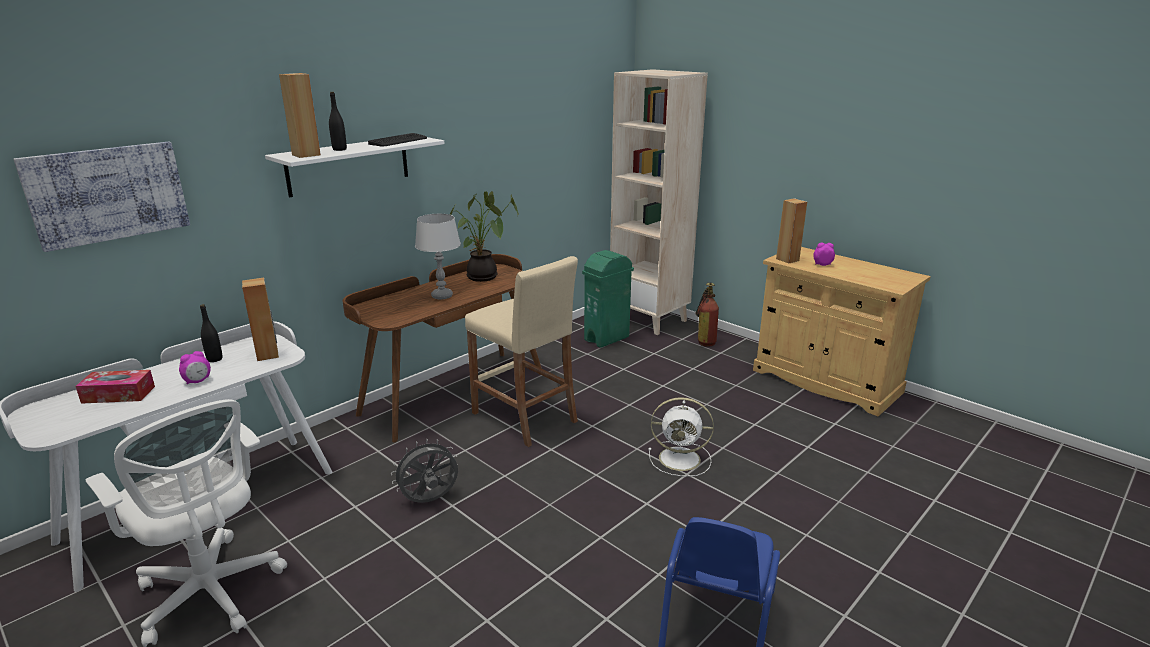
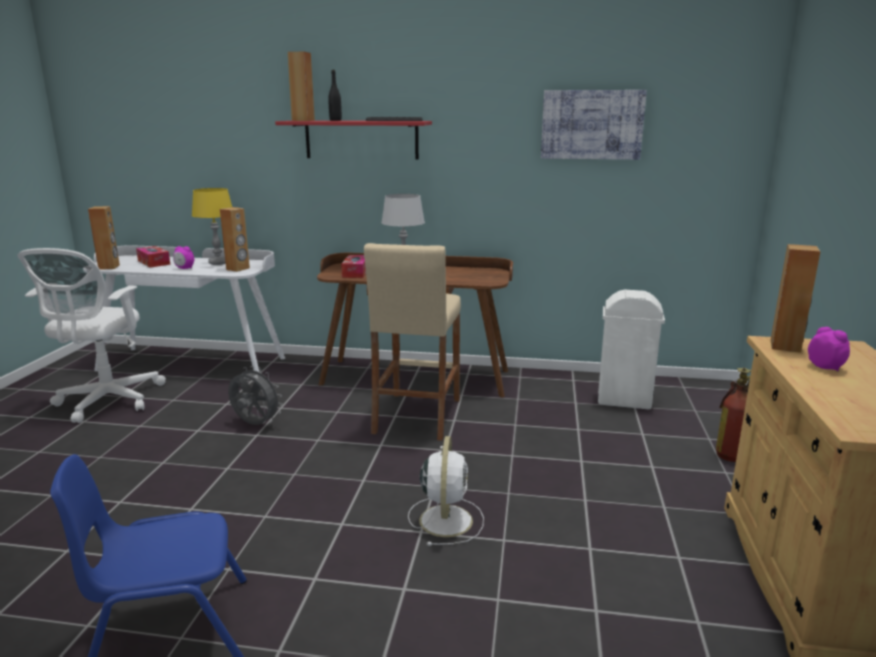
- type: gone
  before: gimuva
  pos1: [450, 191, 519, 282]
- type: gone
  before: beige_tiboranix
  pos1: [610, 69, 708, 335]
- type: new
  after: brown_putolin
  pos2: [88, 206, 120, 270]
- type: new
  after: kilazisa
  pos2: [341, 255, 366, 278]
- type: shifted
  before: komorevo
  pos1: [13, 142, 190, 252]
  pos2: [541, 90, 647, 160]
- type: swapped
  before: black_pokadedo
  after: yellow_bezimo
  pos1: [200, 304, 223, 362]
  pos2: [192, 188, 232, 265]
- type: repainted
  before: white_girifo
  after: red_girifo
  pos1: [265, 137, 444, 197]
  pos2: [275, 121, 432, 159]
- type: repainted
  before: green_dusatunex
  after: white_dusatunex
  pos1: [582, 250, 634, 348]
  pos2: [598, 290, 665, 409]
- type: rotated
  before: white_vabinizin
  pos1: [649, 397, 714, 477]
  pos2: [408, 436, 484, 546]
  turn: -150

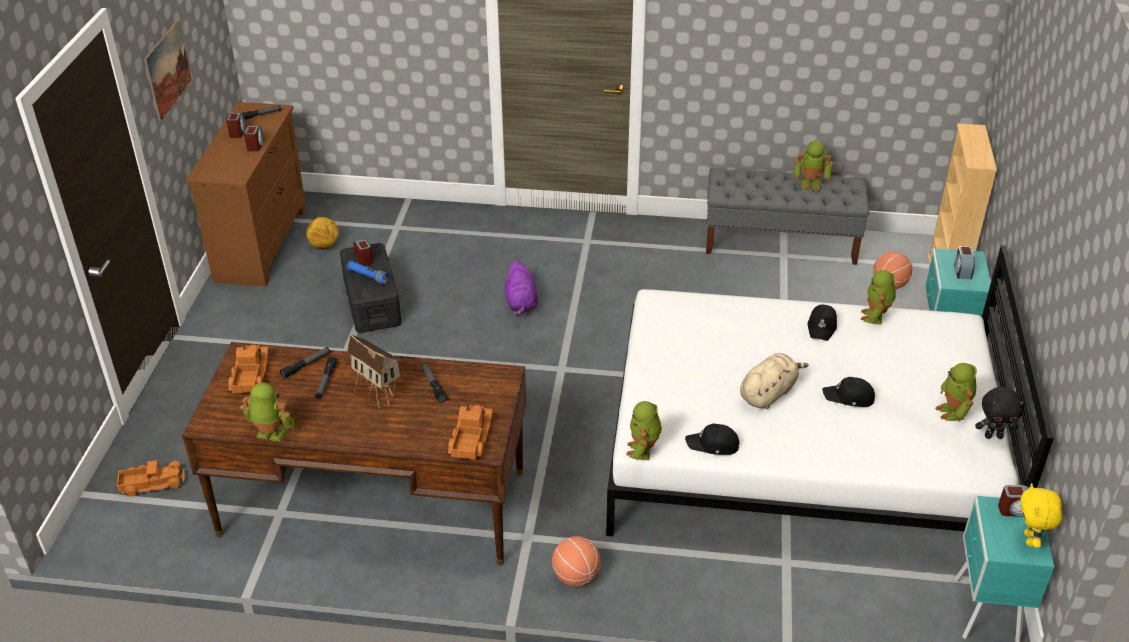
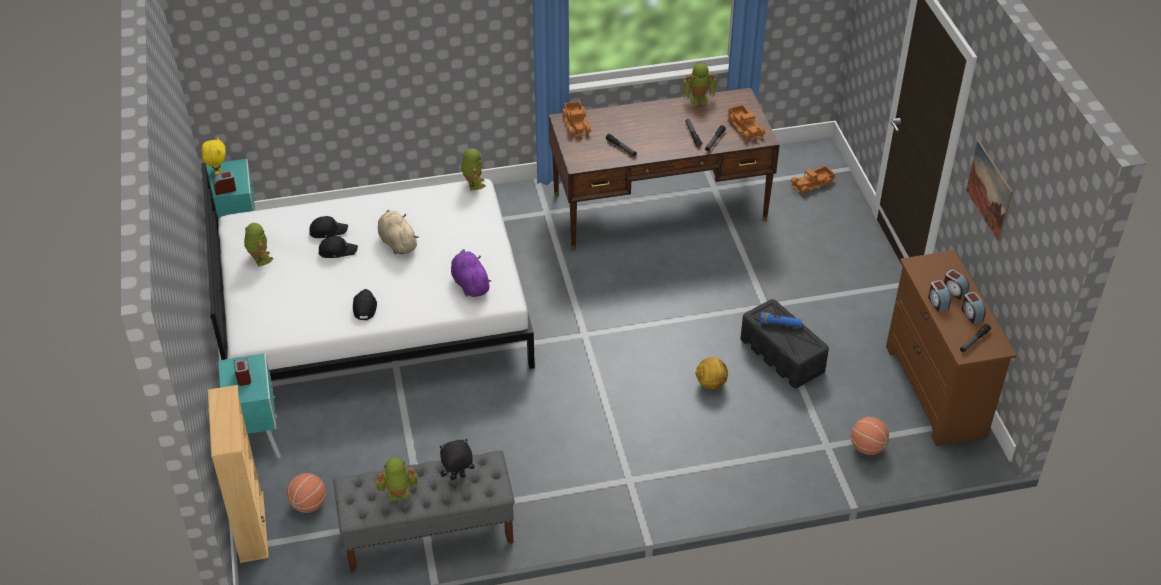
- type: gone
  before: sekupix
  pos1: [347, 334, 400, 408]
- type: gone
  before: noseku
  pos1: [861, 270, 896, 325]
- type: shifted
  before: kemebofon
  pos1: [306, 217, 339, 250]
  pos2: [695, 357, 728, 389]
- type: shifted
  before: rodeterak
  pos1: [353, 239, 373, 266]
  pos2: [944, 270, 969, 300]
- type: shifted
  before: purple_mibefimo
  pos1: [505, 260, 538, 317]
  pos2: [451, 249, 491, 297]
- type: shifted
  before: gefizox
  pos1: [552, 536, 601, 587]
  pos2: [851, 417, 889, 455]
- type: shifted
  before: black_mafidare
  pos1: [685, 424, 740, 455]
  pos2: [309, 216, 348, 238]
- type: shifted
  before: black_mibefimo
  pos1: [975, 387, 1025, 439]
  pos2: [440, 439, 475, 480]
- type: rotated
  before: beige_mibefimo
  pos1: [740, 353, 809, 409]
  pos2: [378, 210, 419, 254]
  turn: 120

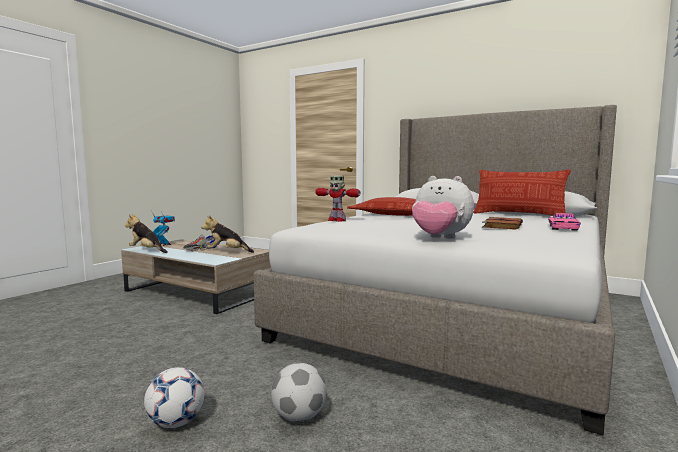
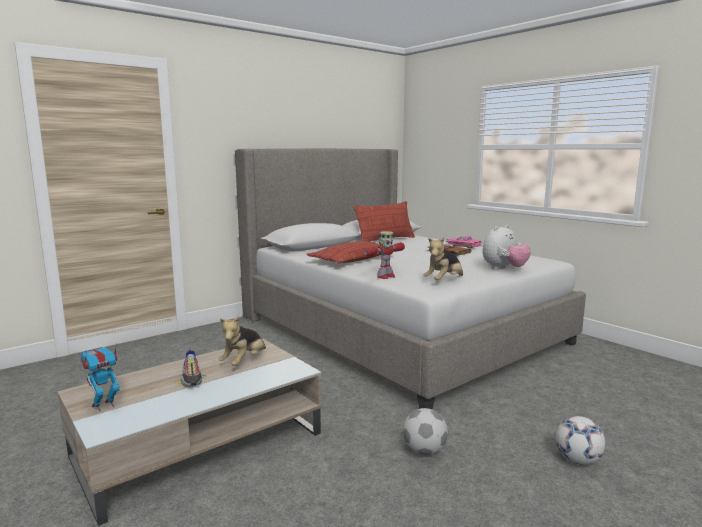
- type: shifted
  before: mibefimo
  pos1: [125, 214, 168, 253]
  pos2: [423, 237, 463, 280]
- type: shifted
  before: kemebofon
  pos1: [271, 363, 327, 422]
  pos2: [403, 408, 448, 455]

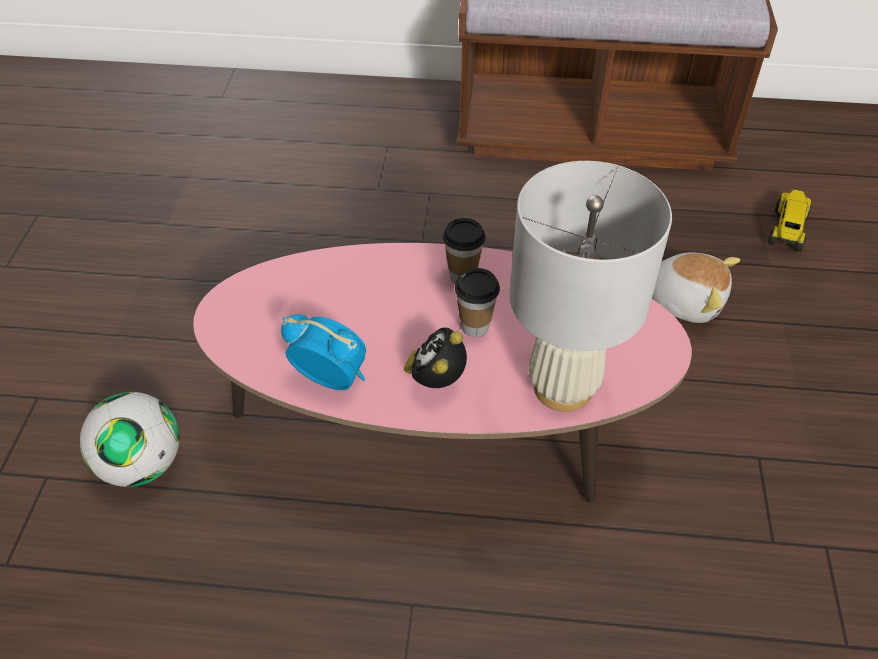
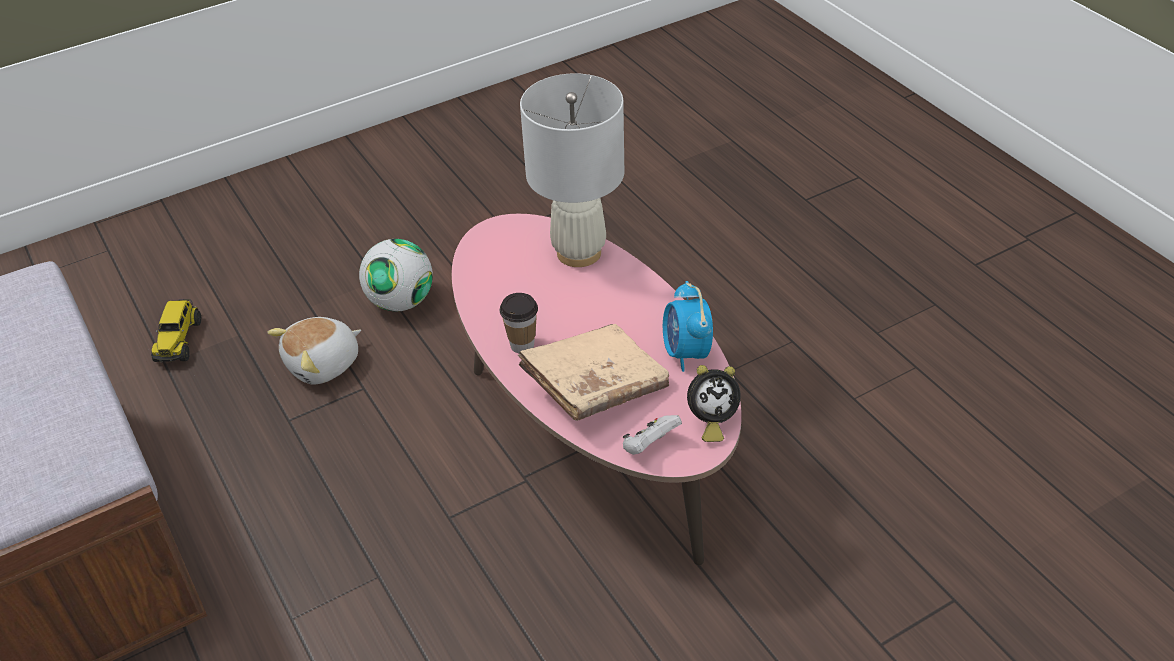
- type: gone
  before: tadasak
  pos1: [455, 268, 500, 337]
- type: new
  after: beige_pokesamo
  pos2: [518, 324, 669, 421]
- type: new
  after: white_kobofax
  pos2: [623, 415, 682, 455]
- type: shifted
  before: kemebofon
  pos1: [80, 392, 180, 487]
  pos2: [359, 239, 433, 311]
- type: shifted
  before: rodeterak
  pos1: [404, 328, 467, 388]
  pos2: [687, 365, 741, 442]
- type: rotated
  before: mibefimo
  pos1: [652, 252, 740, 323]
  pos2: [267, 317, 361, 385]
  turn: -120
- type: rotated
  before: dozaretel
  pos1: [768, 190, 812, 251]
  pos2: [151, 299, 201, 363]
  turn: -75

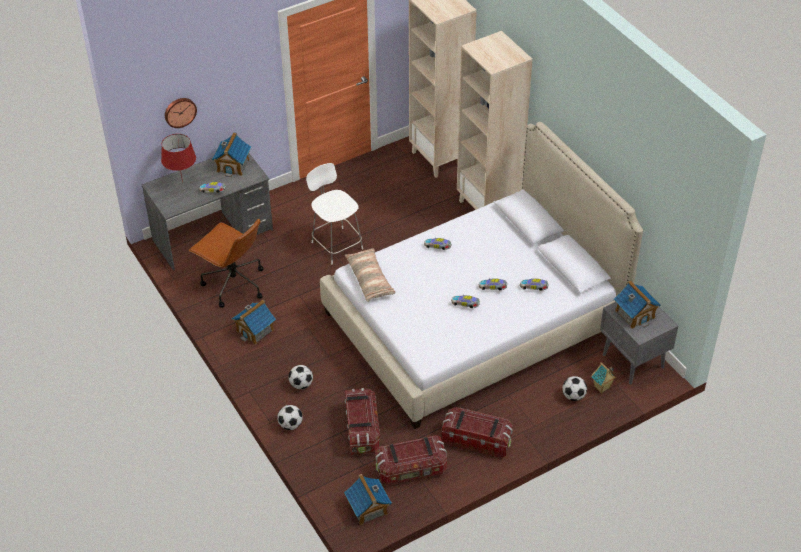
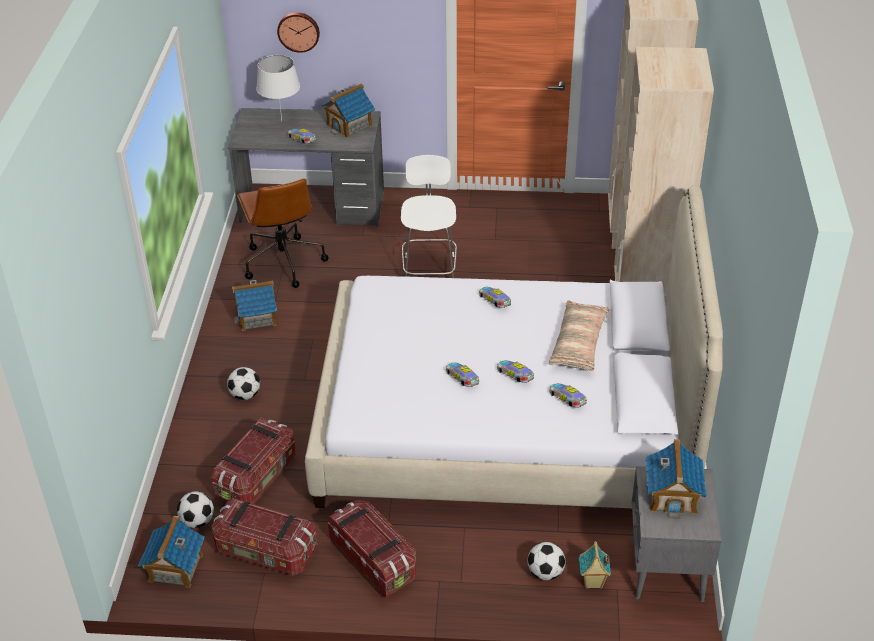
- type: shifted
  before: kemebofon
  pos1: [277, 405, 303, 430]
  pos2: [177, 491, 214, 528]
- type: shifted
  before: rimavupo
  pos1: [345, 248, 395, 302]
  pos2: [549, 300, 610, 371]
- type: repainted
  before: red_bezimo
  after: white_bezimo
  pos1: [161, 134, 196, 183]
  pos2: [256, 55, 300, 120]

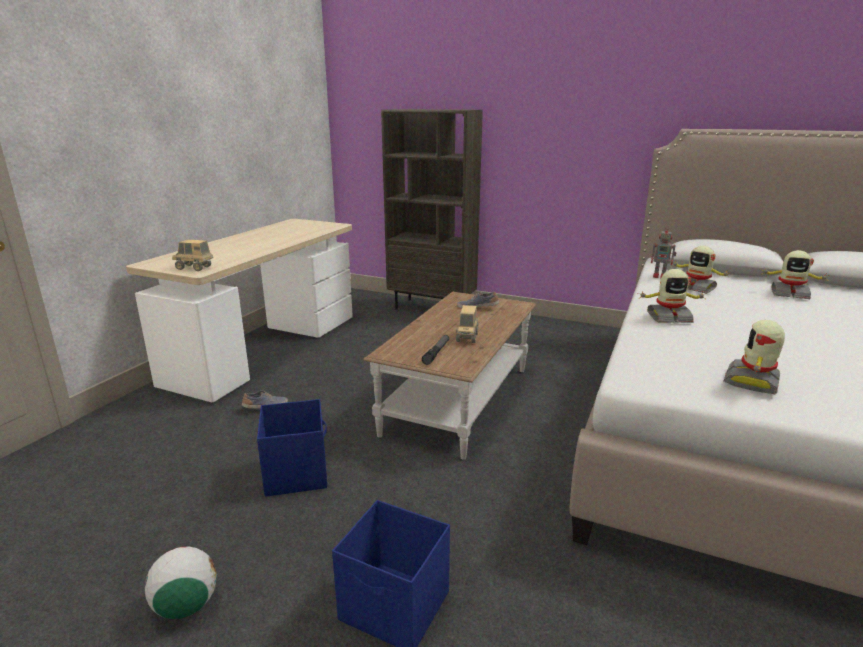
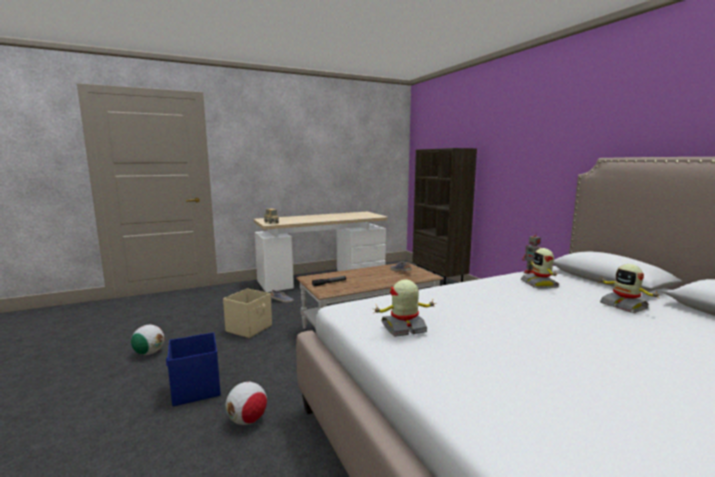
- type: gone
  before: dozaretel
  pos1: [456, 305, 479, 343]
- type: gone
  before: noseku
  pos1: [640, 269, 706, 323]
- type: new
  after: kemebofon
  pos2: [225, 382, 267, 425]
- type: repainted
  before: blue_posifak
  after: beige_posifak
  pos1: [257, 399, 327, 497]
  pos2: [223, 288, 272, 338]

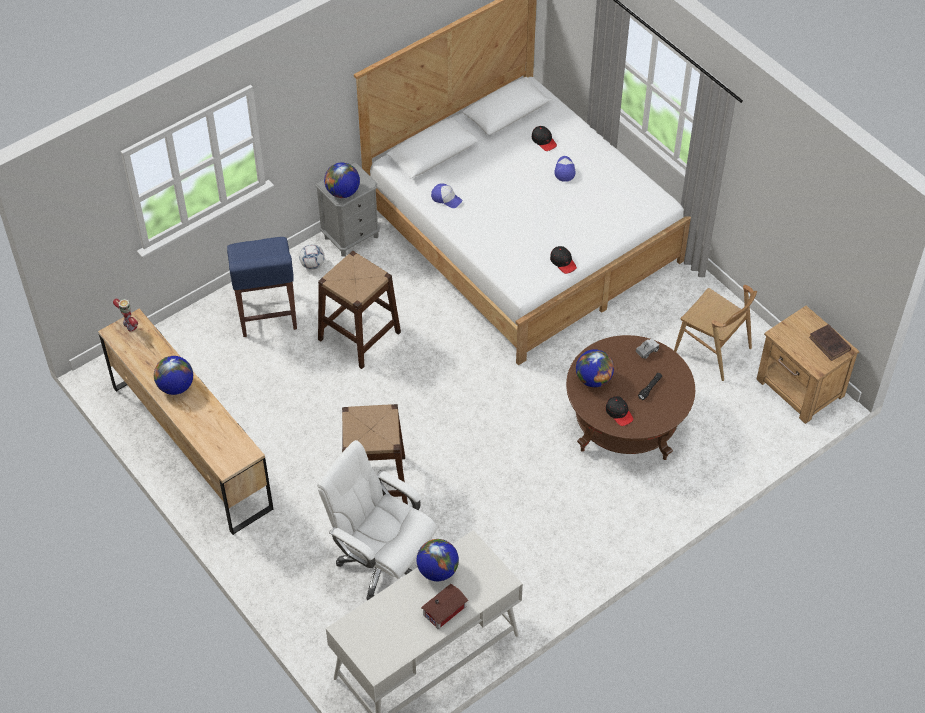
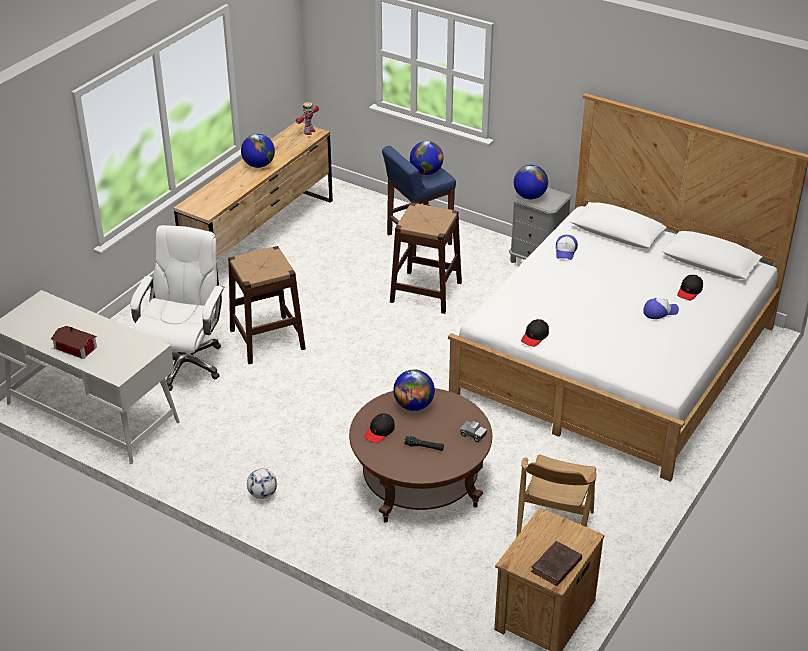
- type: shifted
  before: kemebofon
  pos1: [299, 244, 325, 270]
  pos2: [247, 468, 277, 499]
- type: shifted
  before: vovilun
  pos1: [417, 539, 459, 581]
  pos2: [410, 141, 443, 175]

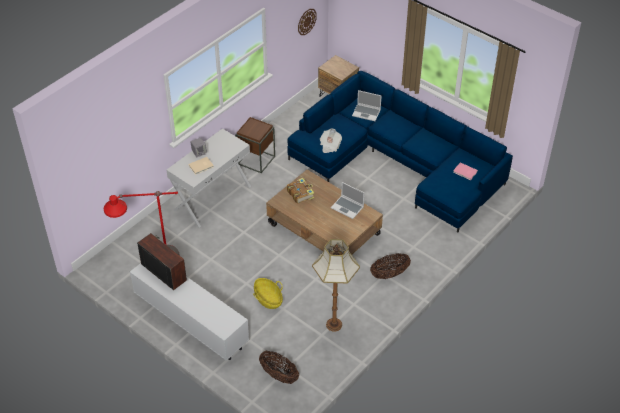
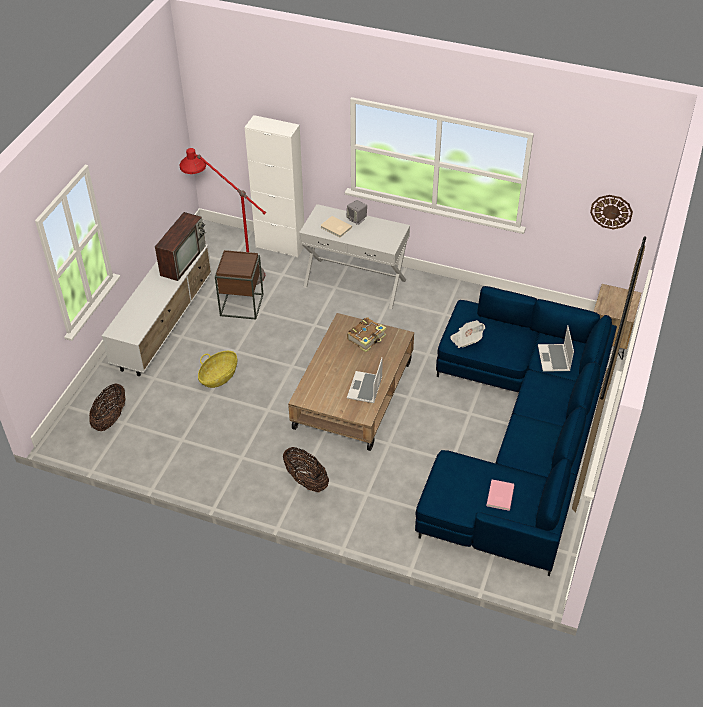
- type: gone
  before: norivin
  pos1: [312, 239, 360, 332]
- type: new
  after: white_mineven
  pos2: [244, 115, 304, 258]
- type: shifted
  before: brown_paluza
  pos1: [235, 117, 275, 173]
  pos2: [215, 250, 263, 320]

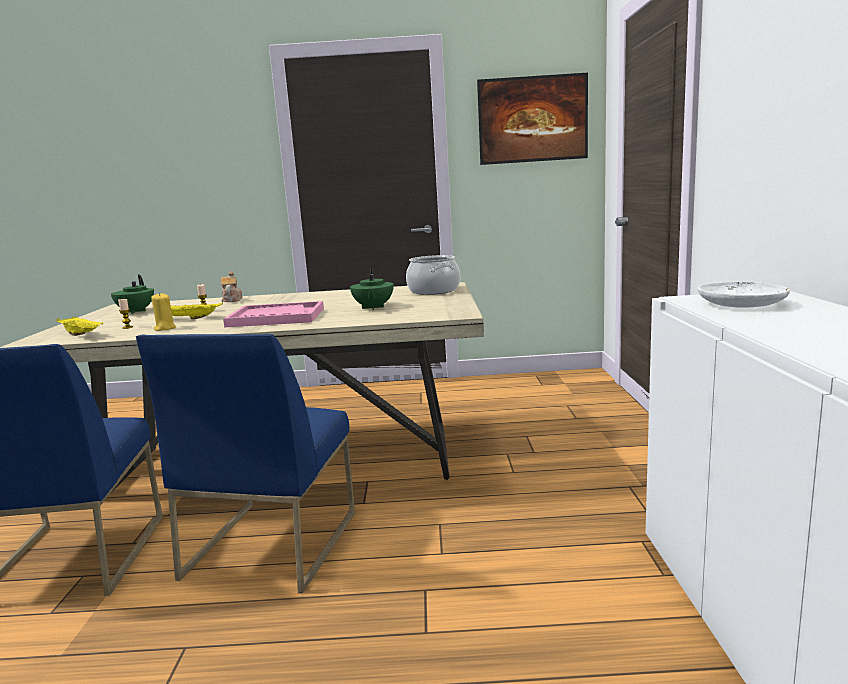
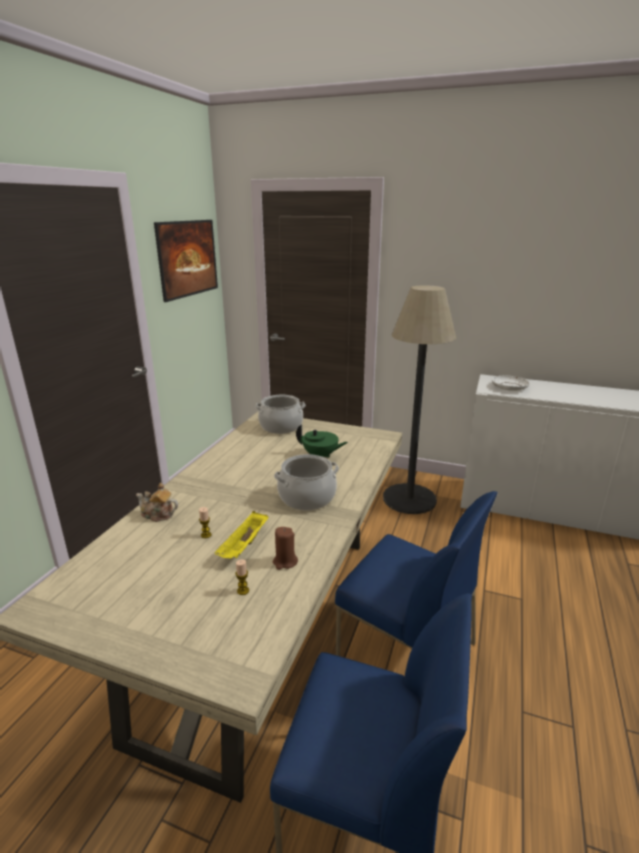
- type: gone
  before: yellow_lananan
  pos1: [57, 316, 103, 336]
- type: gone
  before: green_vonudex
  pos1: [111, 275, 154, 314]
- type: new
  after: norivin
  pos2: [383, 286, 456, 514]
- type: swapped
  before: pink_lananan
  after: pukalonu
  pos1: [223, 301, 324, 327]
  pos2: [274, 454, 339, 511]
- type: repainted
  before: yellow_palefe
  after: brown_palefe
  pos1: [151, 293, 176, 331]
  pos2: [273, 527, 298, 570]

